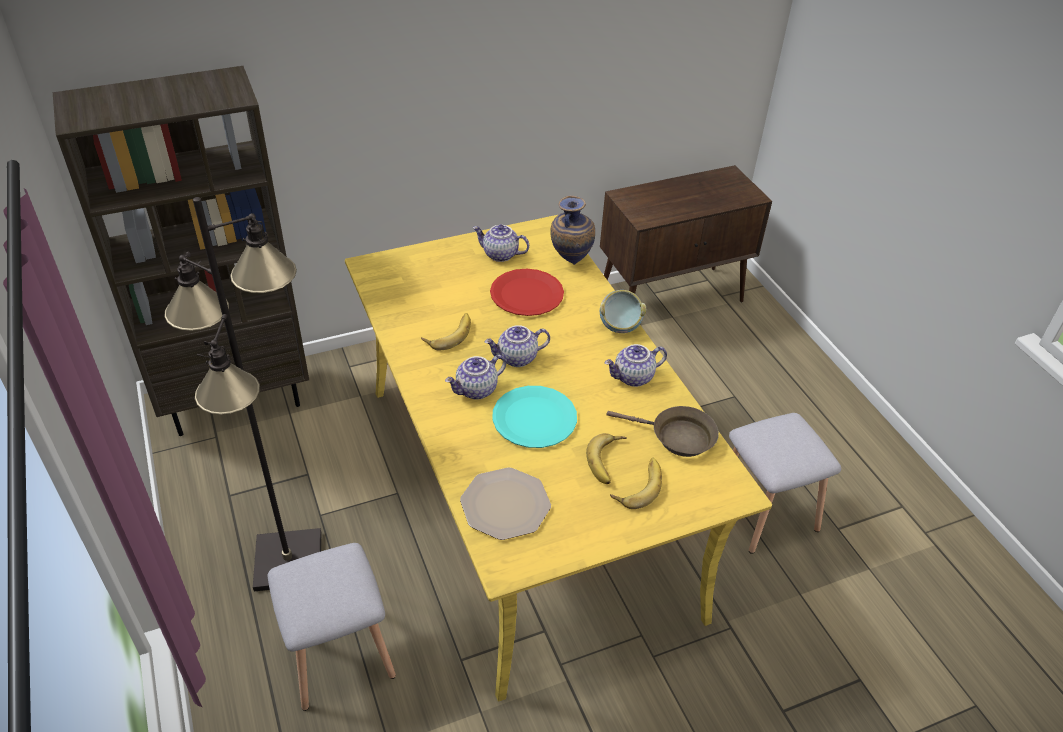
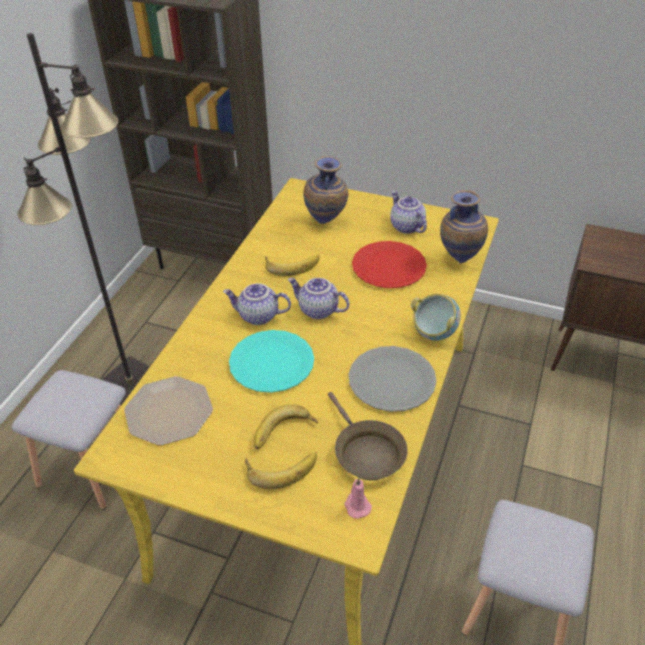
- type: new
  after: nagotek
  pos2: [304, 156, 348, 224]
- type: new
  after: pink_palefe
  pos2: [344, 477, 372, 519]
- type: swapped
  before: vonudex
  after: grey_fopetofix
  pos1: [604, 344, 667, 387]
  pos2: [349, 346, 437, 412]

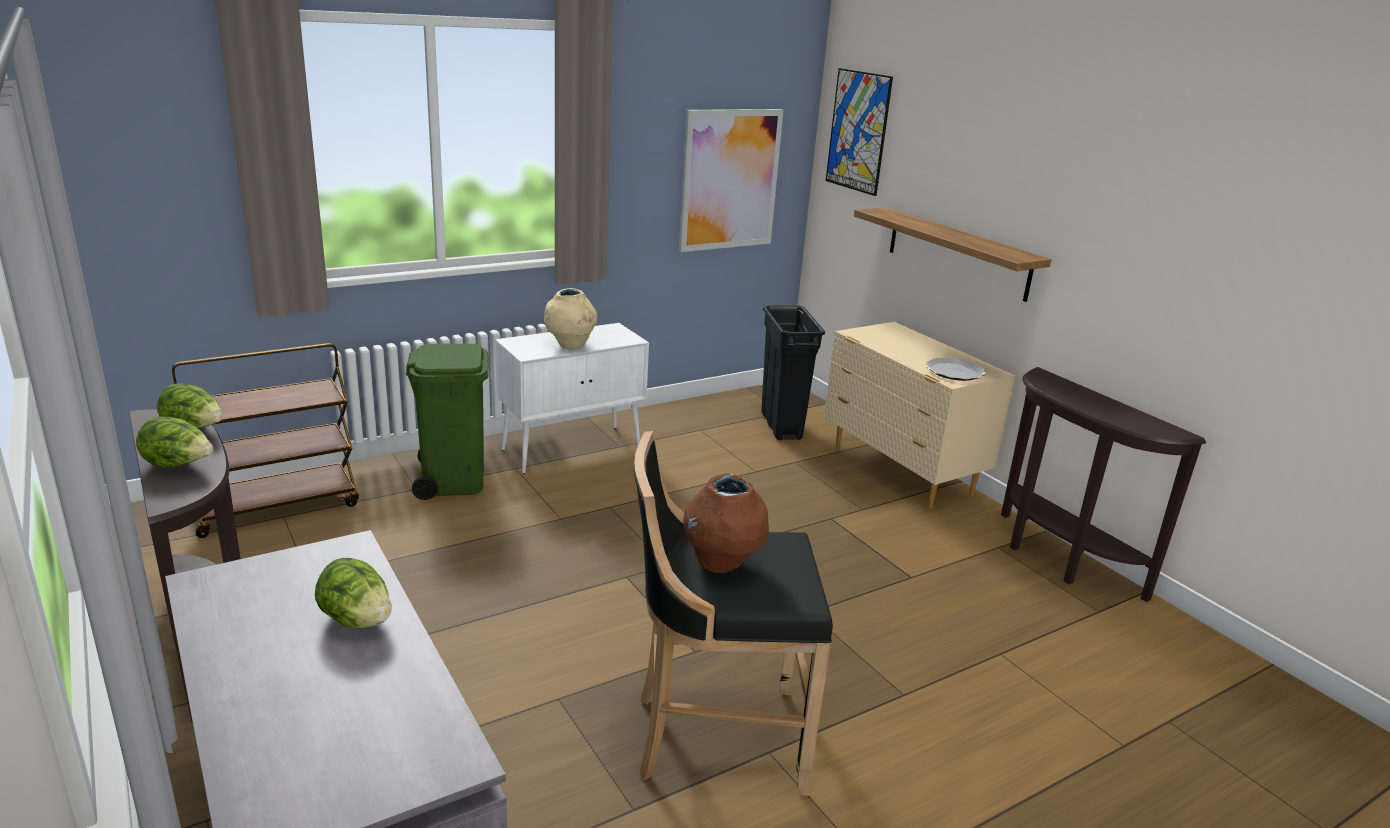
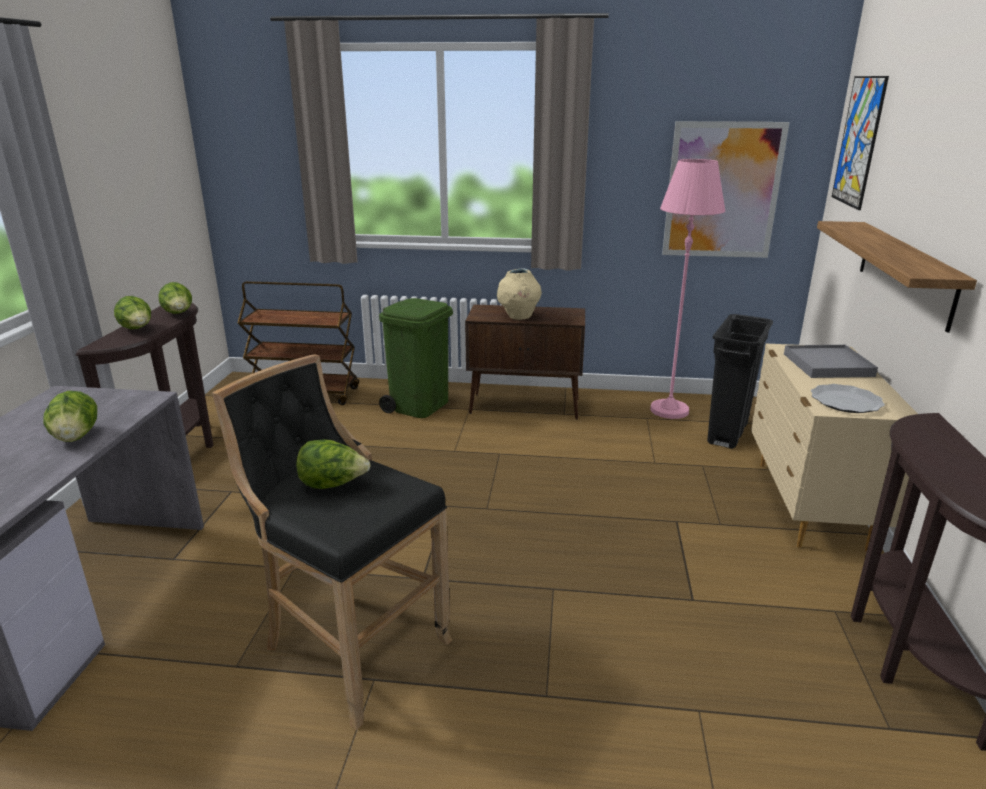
- type: new
  after: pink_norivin
  pos2: [650, 159, 725, 419]
- type: new
  after: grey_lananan
  pos2: [784, 345, 878, 378]
- type: swapped
  before: brown_nagotek
  after: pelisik
  pos1: [683, 473, 769, 573]
  pos2: [296, 439, 370, 489]
- type: repainted
  before: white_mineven
  after: brown_mineven
  pos1: [495, 323, 649, 474]
  pos2: [465, 304, 585, 420]

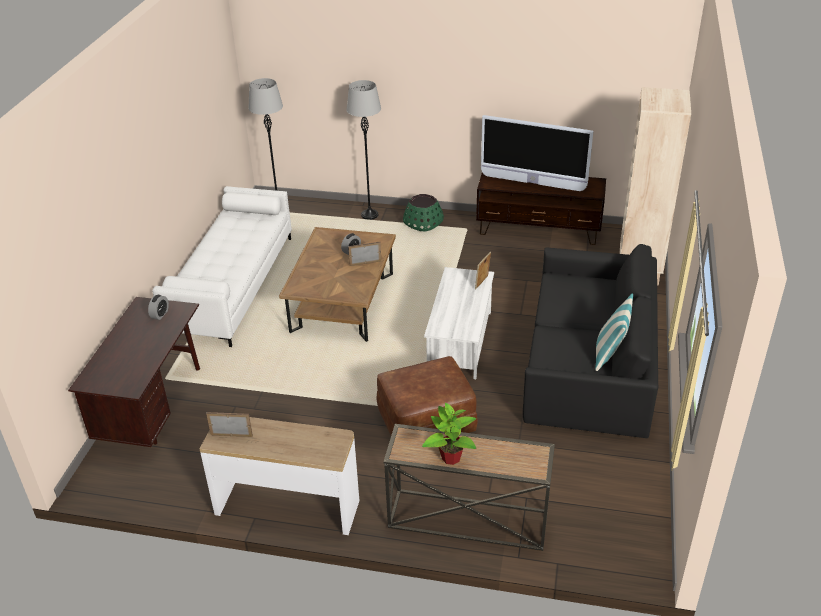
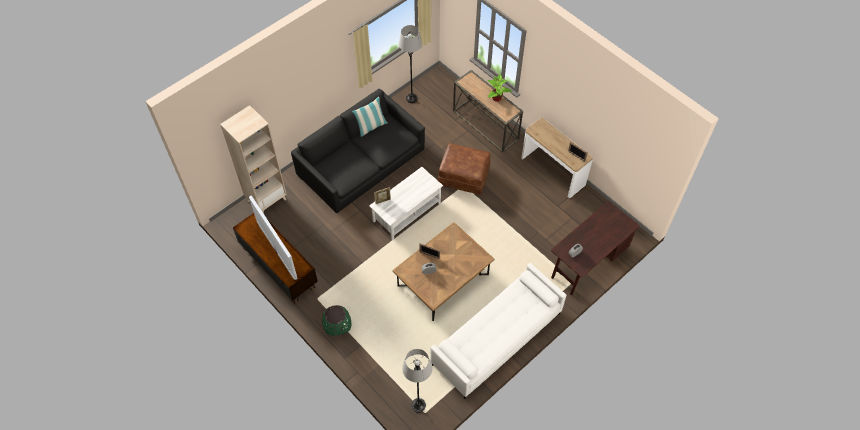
- type: shifted
  before: grey_norivin
  pos1: [346, 80, 381, 220]
  pos2: [399, 25, 422, 103]

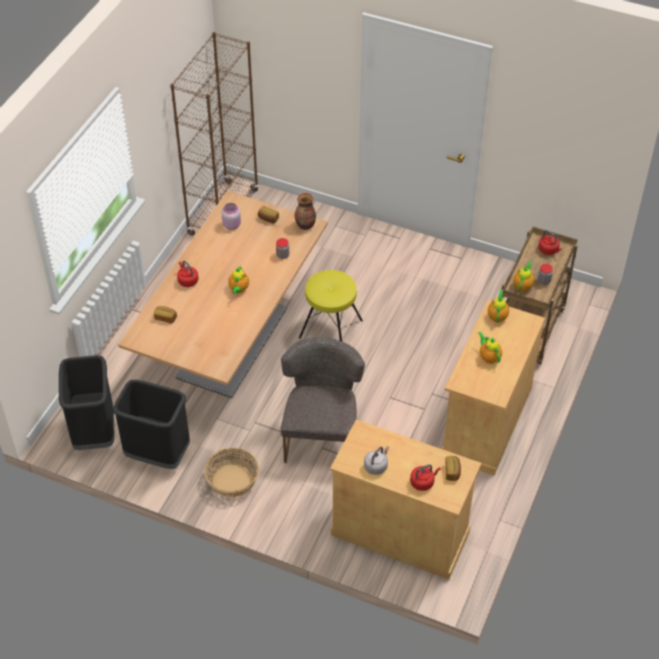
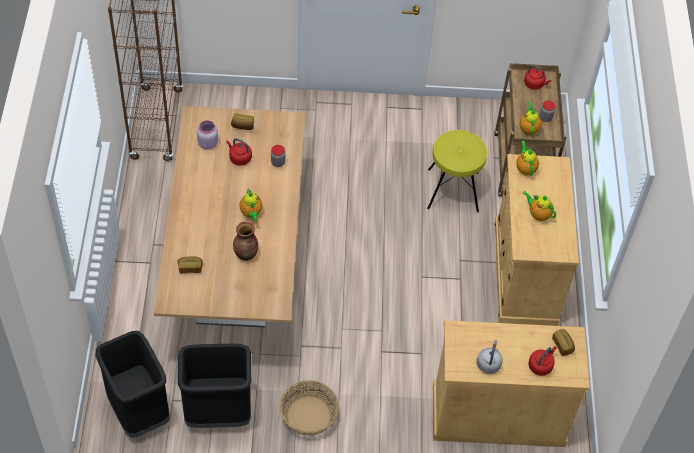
- type: gone
  before: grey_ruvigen
  pos1: [281, 337, 365, 463]
- type: shifted
  before: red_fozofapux
  pos1: [177, 261, 199, 287]
  pos2: [226, 138, 252, 165]
- type: shifted
  before: nagotek
  pos1: [295, 193, 316, 230]
  pos2: [233, 221, 258, 261]
- type: shifted
  before: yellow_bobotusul
  pos1: [299, 270, 363, 341]
  pos2: [427, 130, 487, 213]

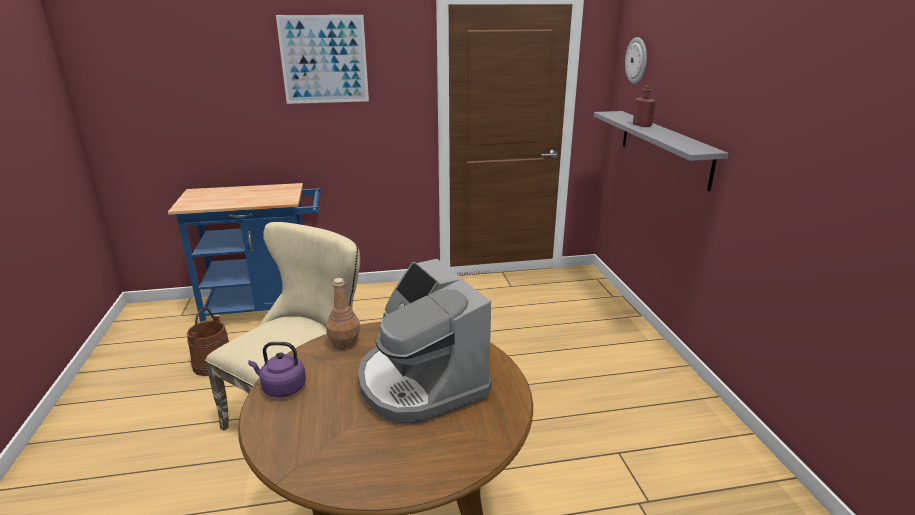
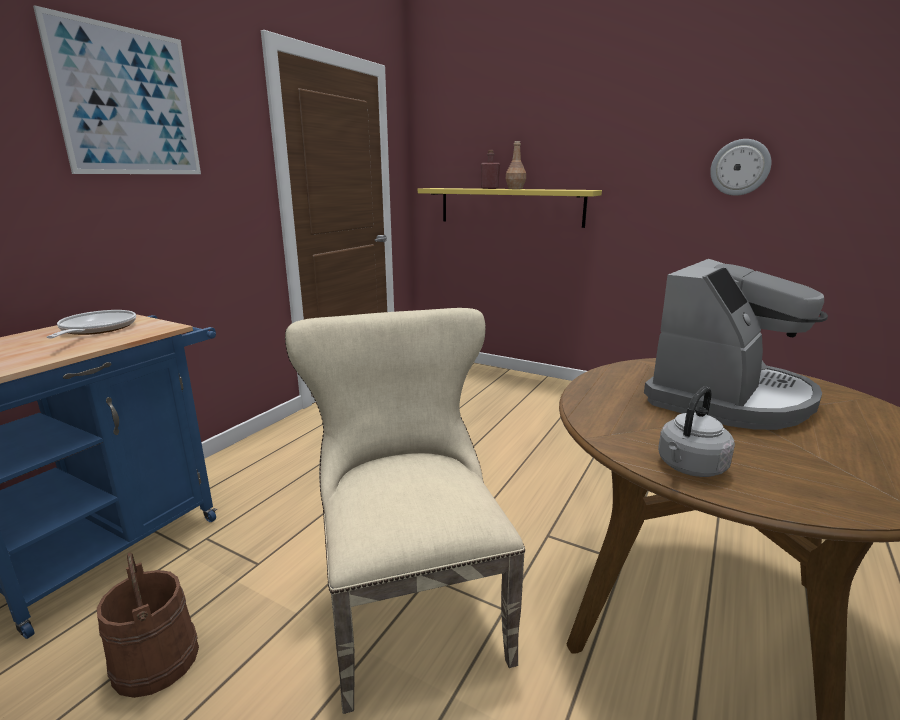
- type: new
  after: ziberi
  pos2: [47, 310, 136, 338]
- type: shifted
  before: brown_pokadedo
  pos1: [326, 278, 360, 350]
  pos2: [506, 141, 526, 189]
- type: shifted
  before: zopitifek
  pos1: [625, 37, 647, 84]
  pos2: [710, 139, 771, 196]
- type: repainted
  before: purple_fozofapux
  after: grey_fozofapux
  pos1: [248, 342, 306, 397]
  pos2: [658, 387, 735, 477]
- type: repainted
  before: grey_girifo
  after: yellow_girifo
  pos1: [594, 111, 729, 191]
  pos2: [418, 188, 602, 228]
- type: rotated
  before: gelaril
  pos1: [358, 259, 492, 424]
  pos2: [644, 259, 828, 430]
  turn: -60

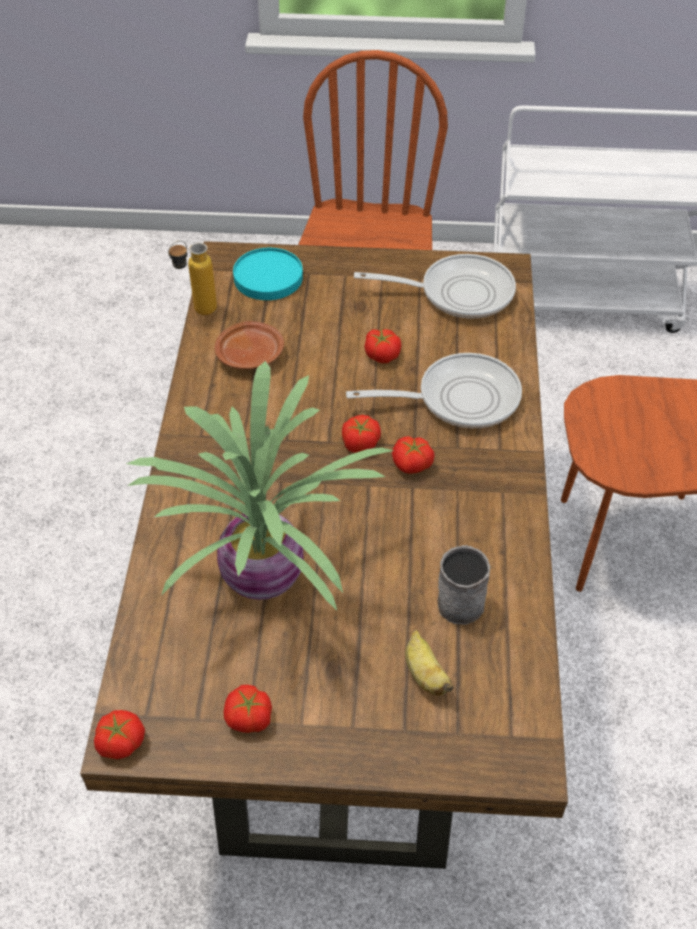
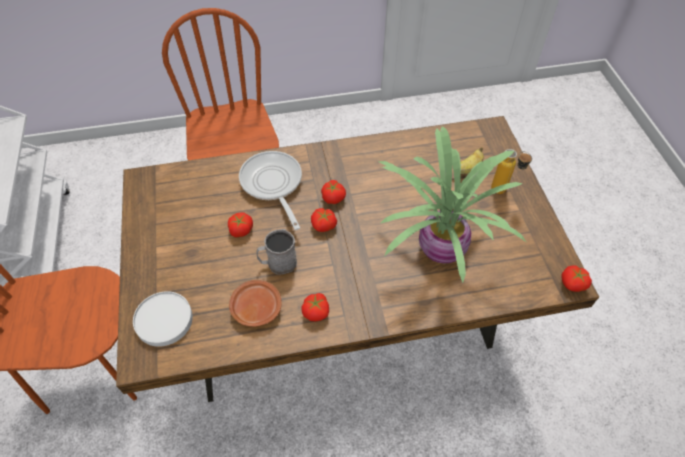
- type: gone
  before: ziberi
  pos1: [354, 254, 516, 319]
- type: shifted
  before: pokadedo
  pos1: [168, 240, 217, 315]
  pos2: [491, 149, 532, 194]
- type: shifted
  before: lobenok
  pos1: [224, 685, 272, 733]
  pos2: [302, 293, 329, 321]
- type: shifted
  before: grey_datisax
  pos1: [438, 545, 490, 625]
  pos2: [257, 229, 297, 275]
- type: repainted
  before: turquoise_fopetofix
  after: white_fopetofix
  pos1: [233, 248, 303, 300]
  pos2: [133, 291, 193, 347]

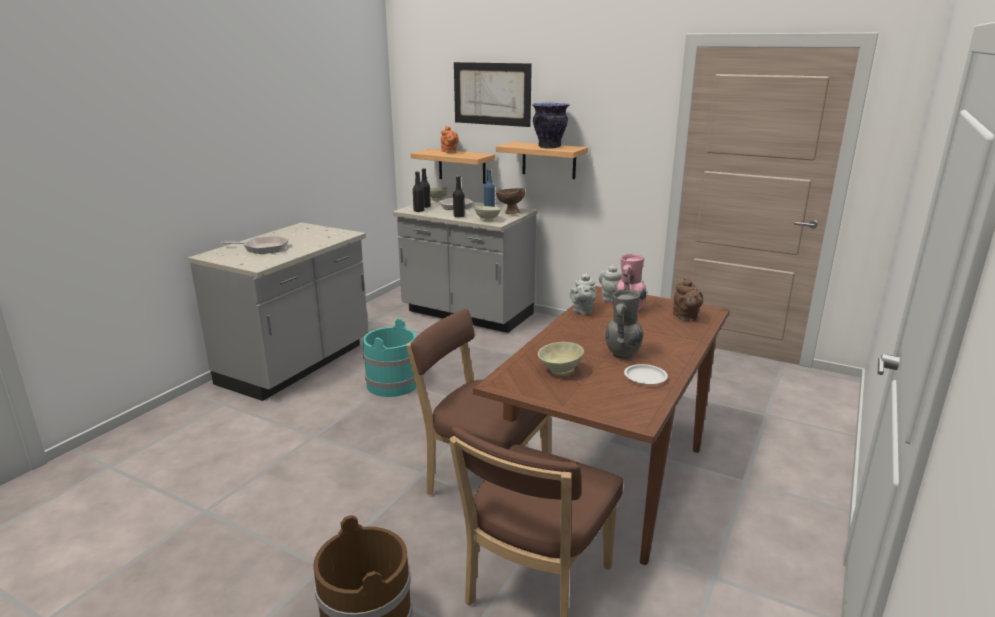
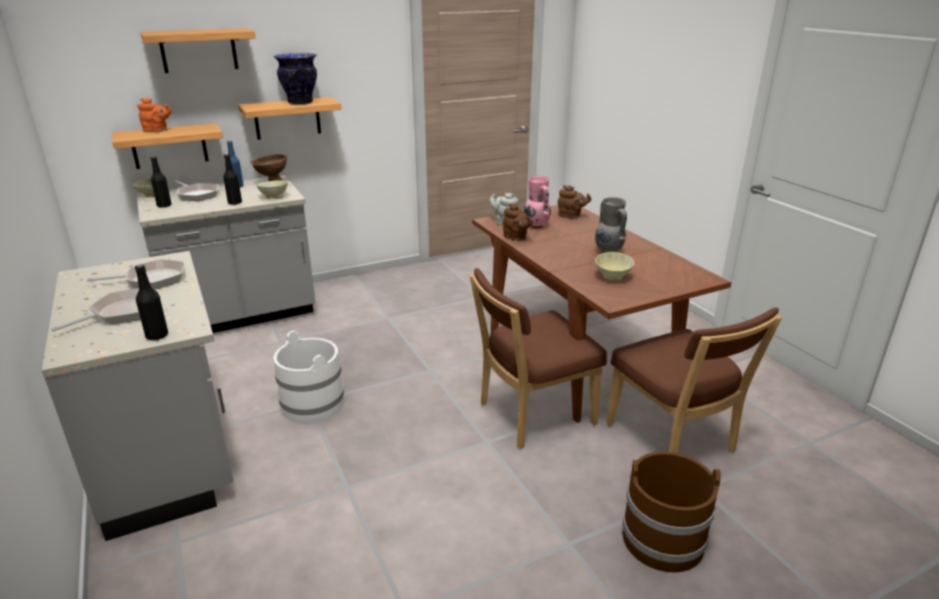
- type: gone
  before: white_fopetofix
  pos1: [624, 364, 668, 385]
- type: new
  after: ziberi
  pos2: [87, 259, 185, 290]
- type: shifted
  before: black_pokadedo
  pos1: [413, 171, 425, 212]
  pos2: [135, 264, 168, 341]
- type: swapped
  before: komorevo
  after: girifo
  pos1: [454, 62, 532, 127]
  pos2: [140, 28, 256, 73]
- type: repainted
  before: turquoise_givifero
  after: white_givifero
  pos1: [363, 318, 416, 397]
  pos2: [273, 330, 344, 424]
- type: repainted
  before: grey_vonudex
  after: brown_vonudex
  pos1: [570, 272, 597, 315]
  pos2: [503, 203, 533, 241]

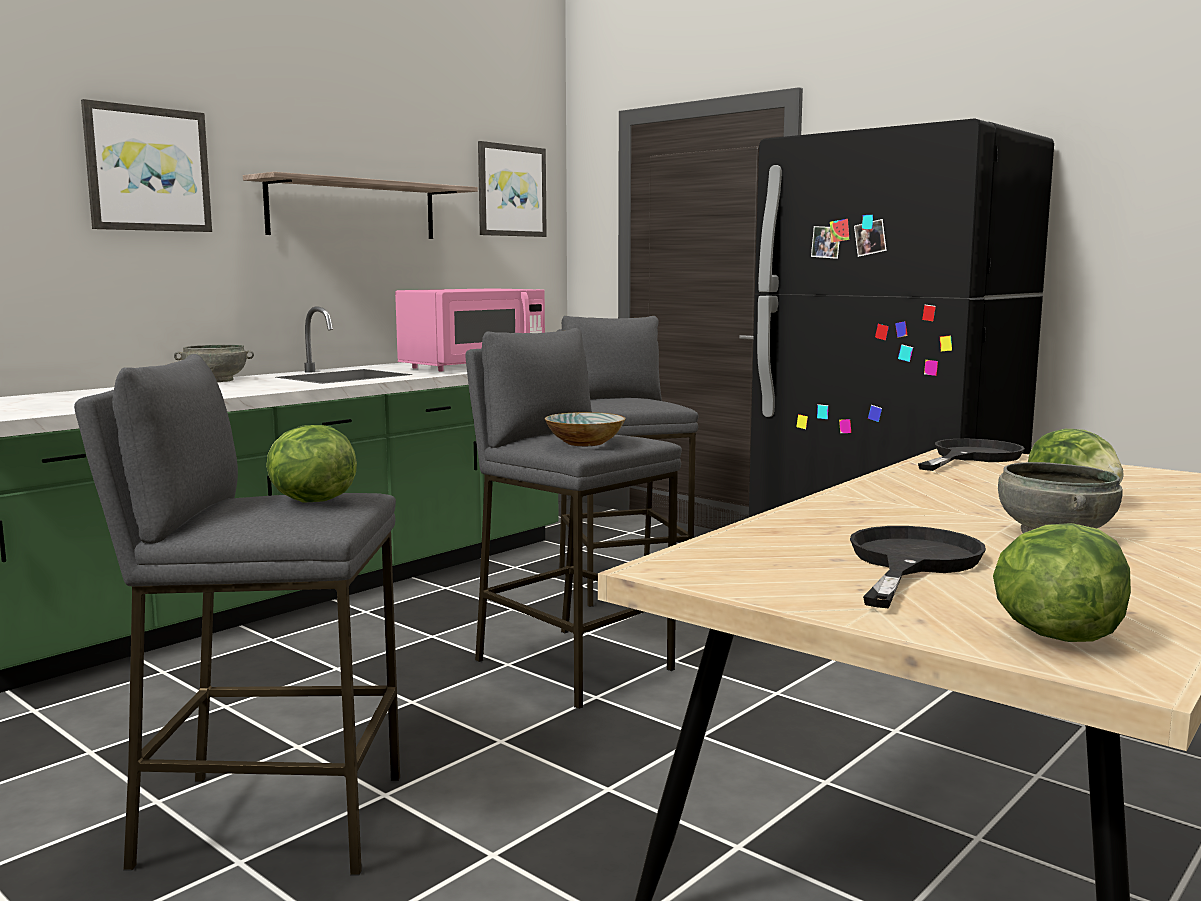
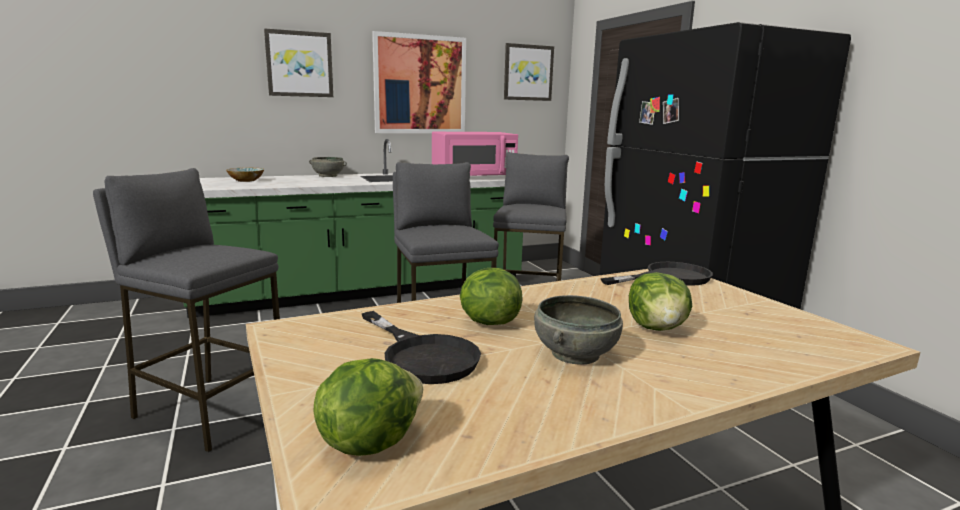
- type: shifted
  before: pelisik
  pos1: [266, 425, 357, 503]
  pos2: [460, 268, 523, 325]
- type: shifted
  before: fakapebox
  pos1: [545, 412, 626, 446]
  pos2: [226, 167, 264, 182]
- type: swapped
  before: girifo
  after: komorevo
  pos1: [243, 172, 478, 239]
  pos2: [372, 31, 466, 133]
- type: rotated
  before: black_ziberi
  pos1: [850, 526, 986, 608]
  pos2: [362, 311, 481, 384]
  turn: 90

